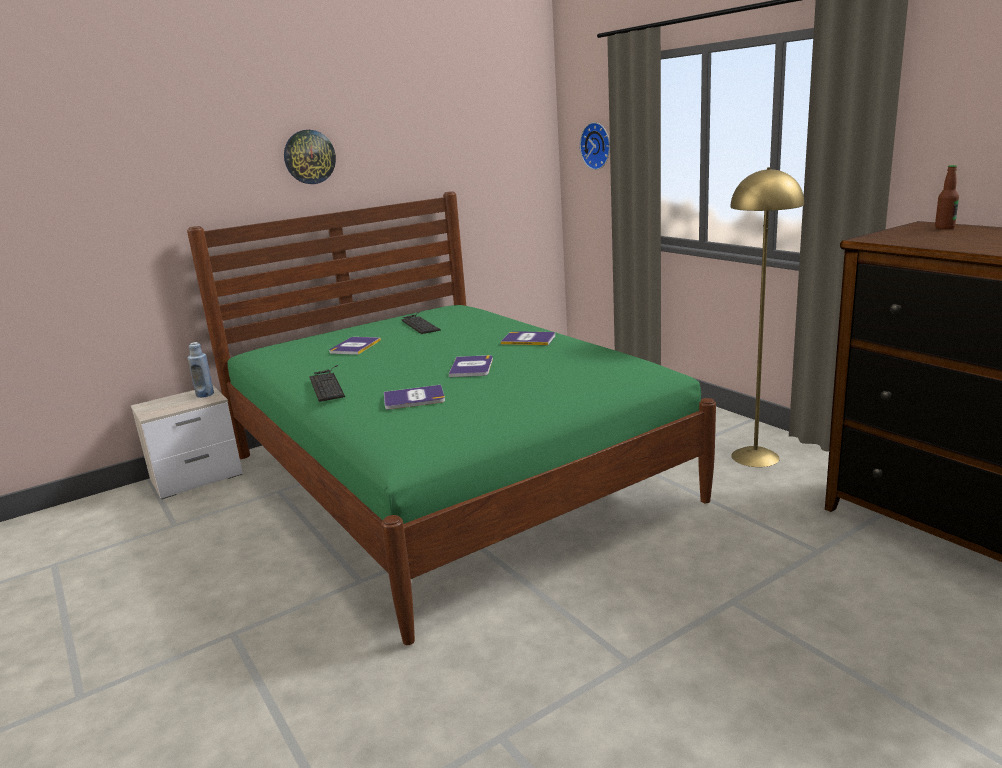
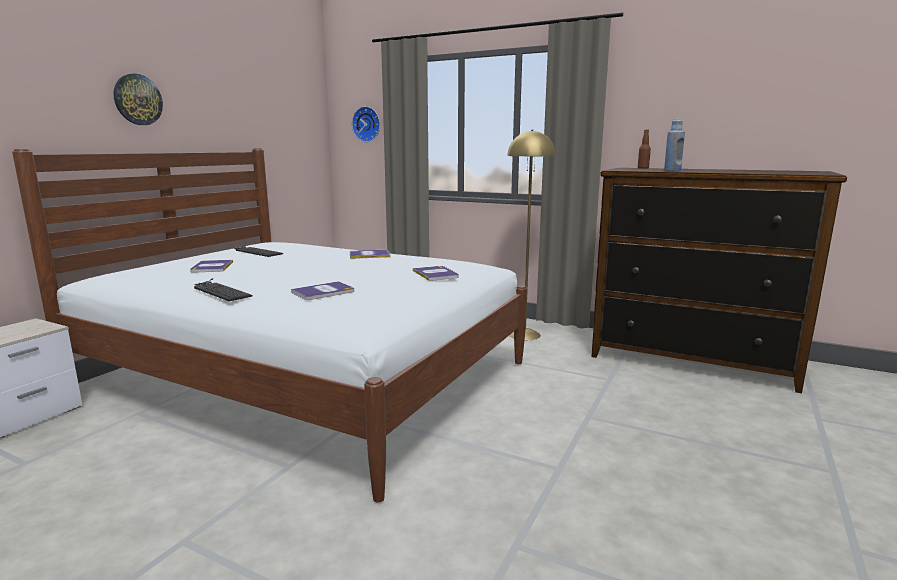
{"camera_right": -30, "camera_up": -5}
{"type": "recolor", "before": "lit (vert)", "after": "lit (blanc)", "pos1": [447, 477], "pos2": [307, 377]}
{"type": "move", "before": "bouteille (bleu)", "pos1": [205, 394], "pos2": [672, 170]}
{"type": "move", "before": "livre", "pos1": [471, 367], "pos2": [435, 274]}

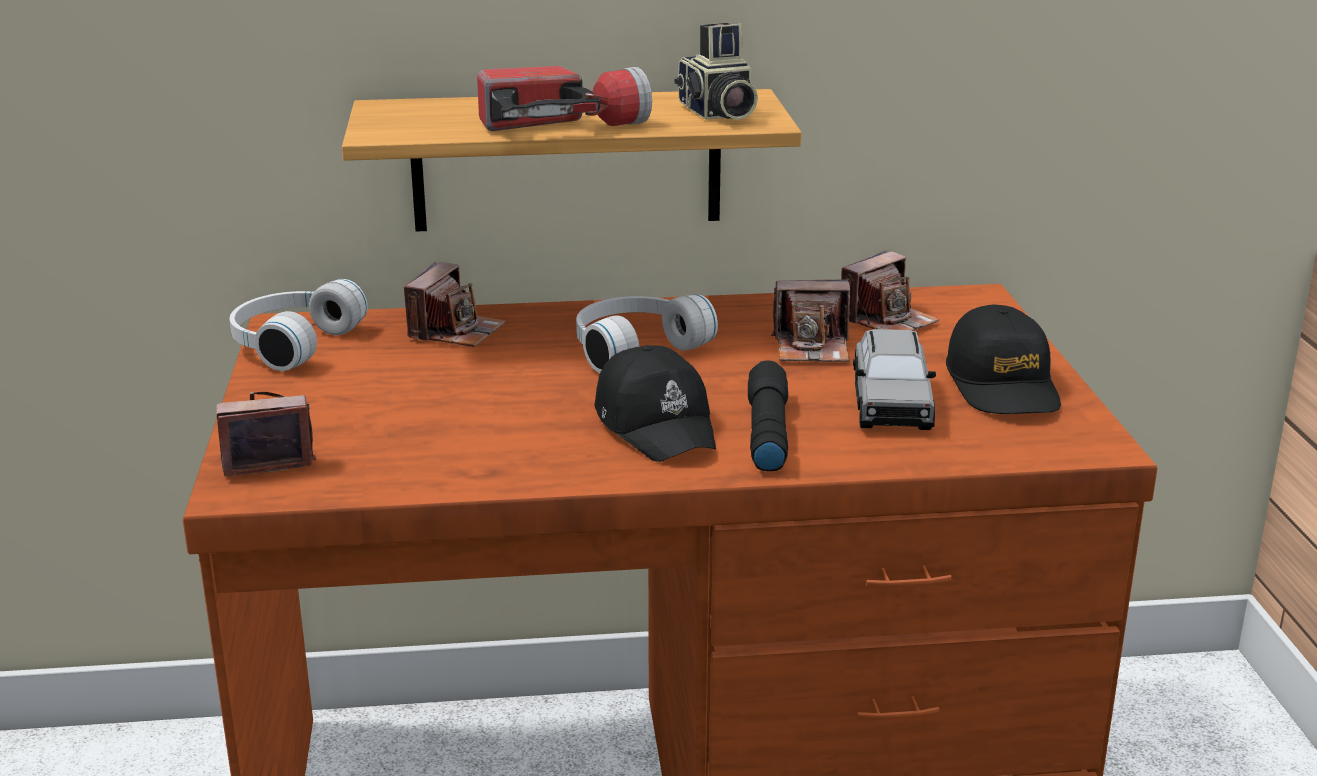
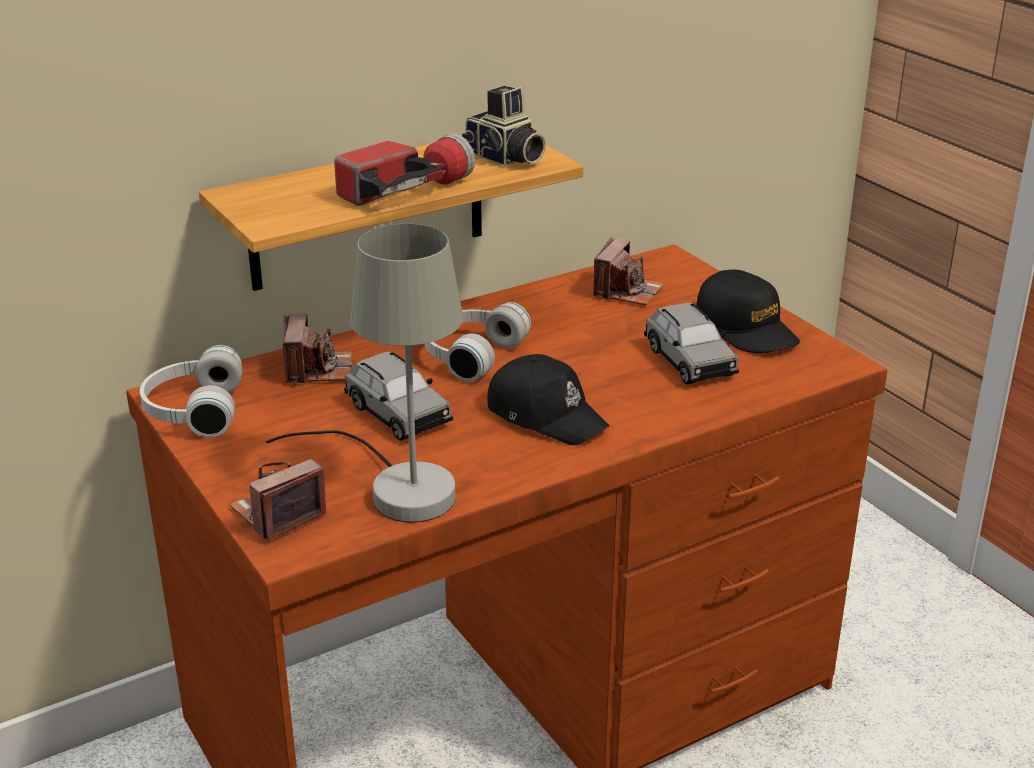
{"camera_right": -25, "camera_up": 5}
{"type": "delete", "before": "appareil photo", "pos1": [812, 348]}
{"type": "delete", "before": "lampe de poche (noir)", "pos1": [766, 432]}
{"type": "insert", "after": "lampe de table (gris)", "pos2": [397, 487]}
{"type": "insert", "after": "petite voiture (gris)", "pos2": [398, 414]}

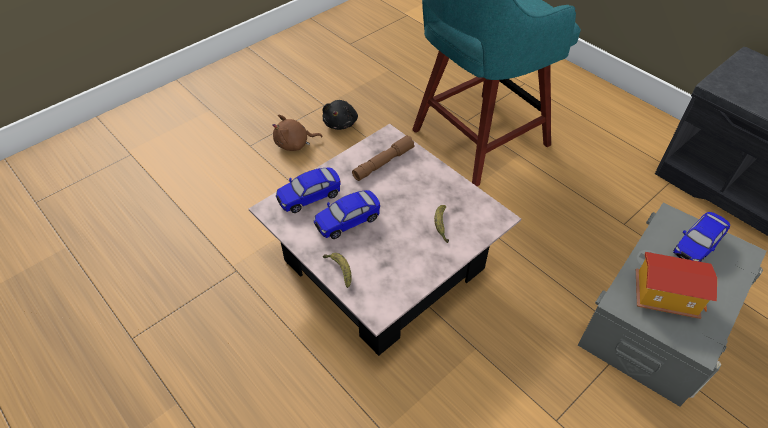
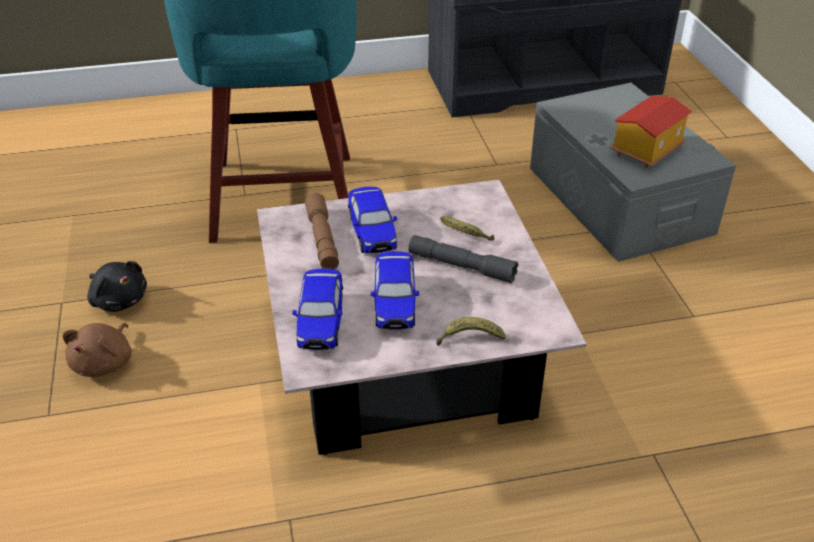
{"camera_right": -60, "camera_up": -10}
{"type": "move", "before": "petite voiture", "pos1": [696, 246], "pos2": [372, 233]}
{"type": "insert", "after": "lampe de poche (gris)", "pos2": [461, 266]}

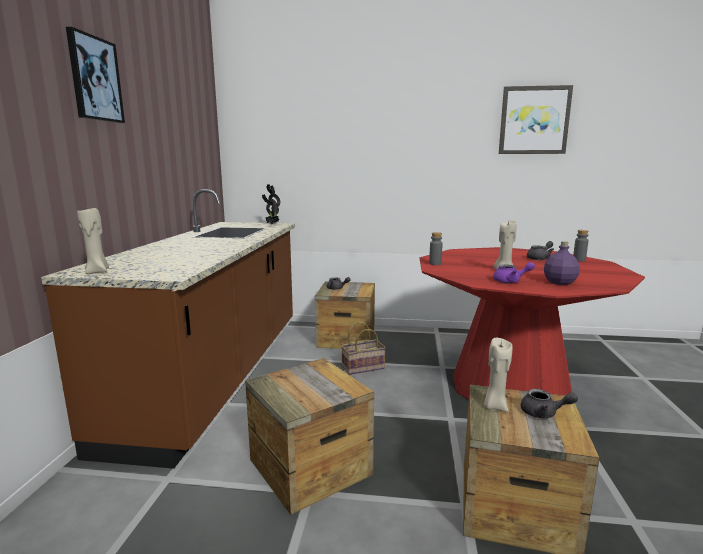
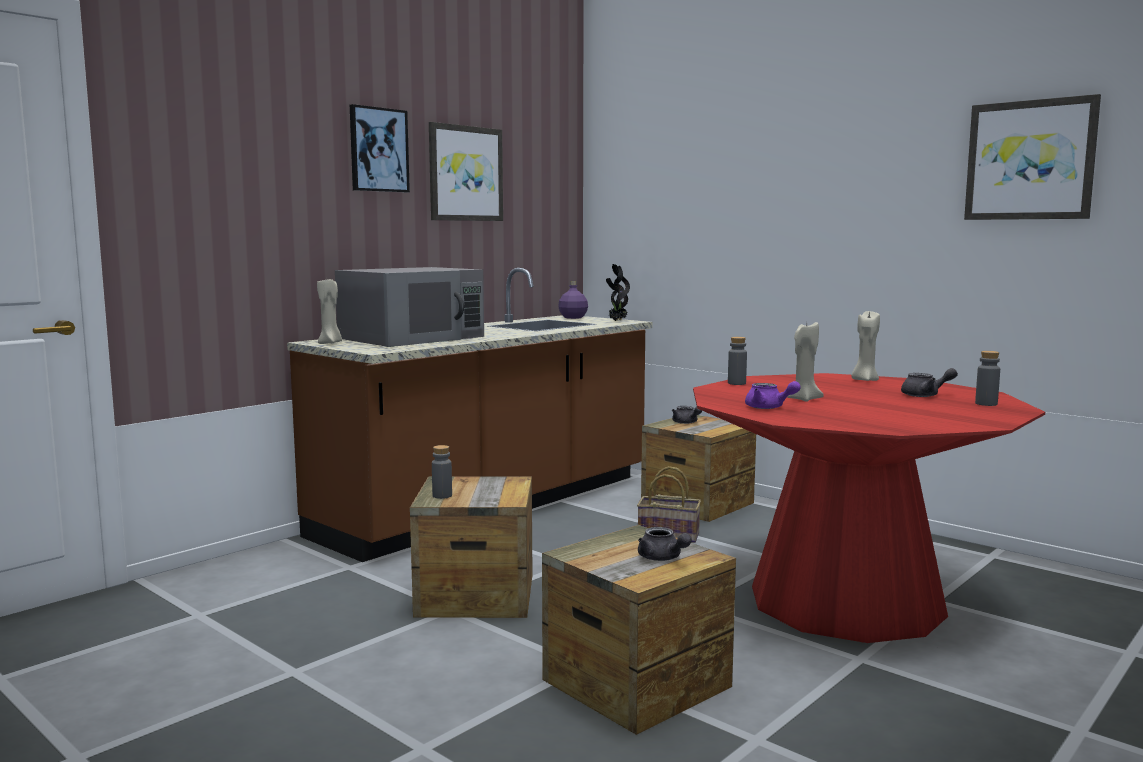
{"camera_right": 35, "camera_up": -5}
{"type": "move", "before": "bouteille (violet)", "pos1": [559, 282], "pos2": [572, 317]}
{"type": "move", "before": "bougie (beige)", "pos1": [494, 406], "pos2": [864, 380]}
{"type": "insert", "after": "tableau", "pos2": [465, 173]}
{"type": "insert", "after": "micro-ondes (gris)", "pos2": [413, 337]}
{"type": "insert", "after": "bouteille (gris)", "pos2": [442, 496]}

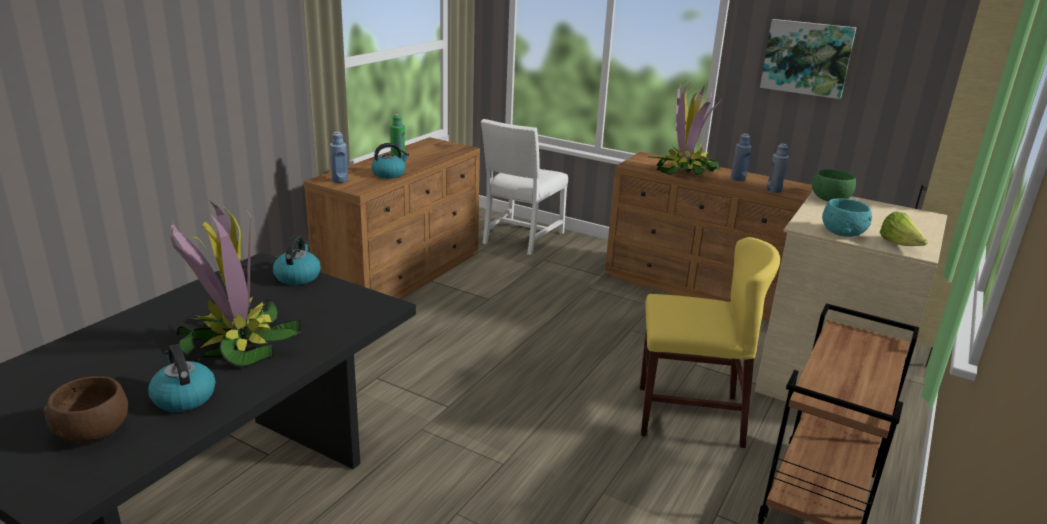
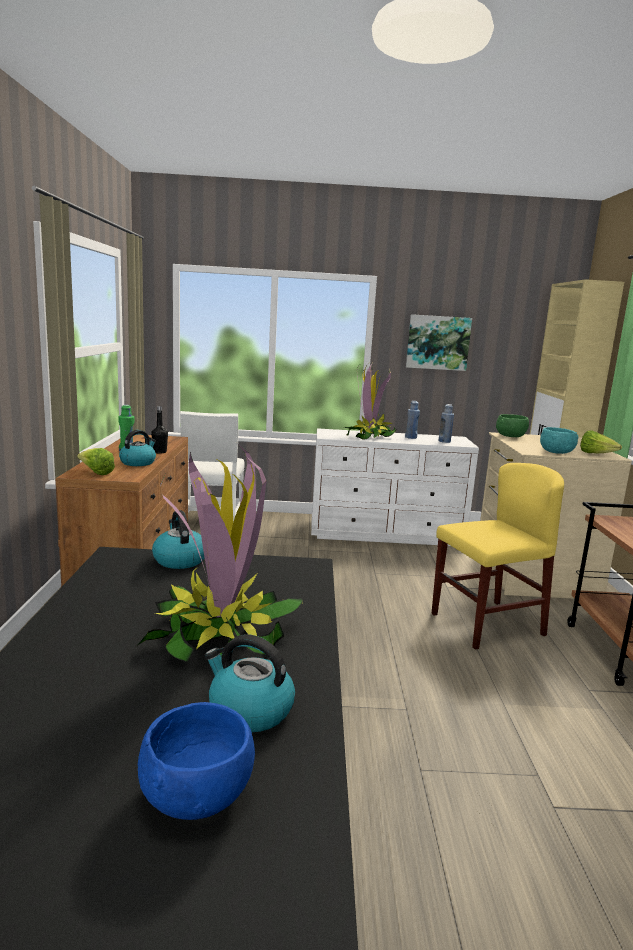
{"camera_right": -30, "camera_up": -10}
{"type": "replace", "before": "bouteille (bleu)", "after": "laitue", "pos1": [340, 180], "pos2": [96, 473]}
{"type": "recolor", "before": "commode (marron)", "after": "commode (blanc)", "pos1": [700, 288], "pos2": [387, 533]}
{"type": "recolor", "before": "bol (marron)", "after": "bol (bleu)", "pos1": [92, 432], "pos2": [197, 796]}
{"type": "insert", "after": "bouteille (noir)", "pos2": [159, 452]}

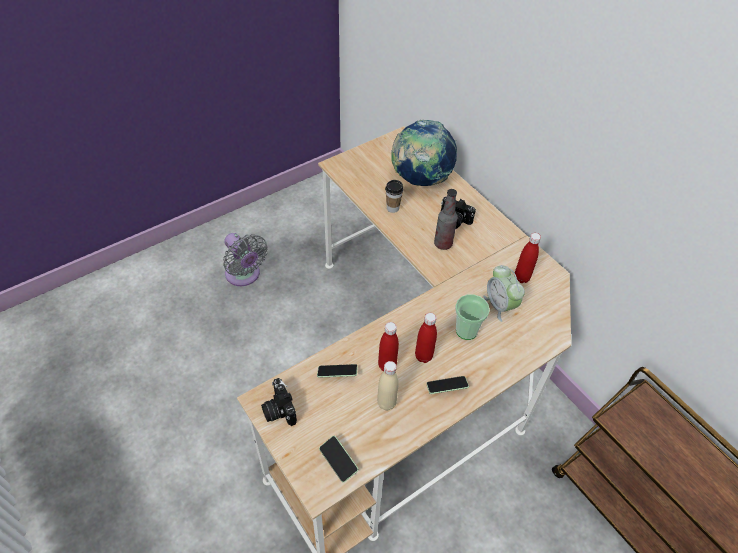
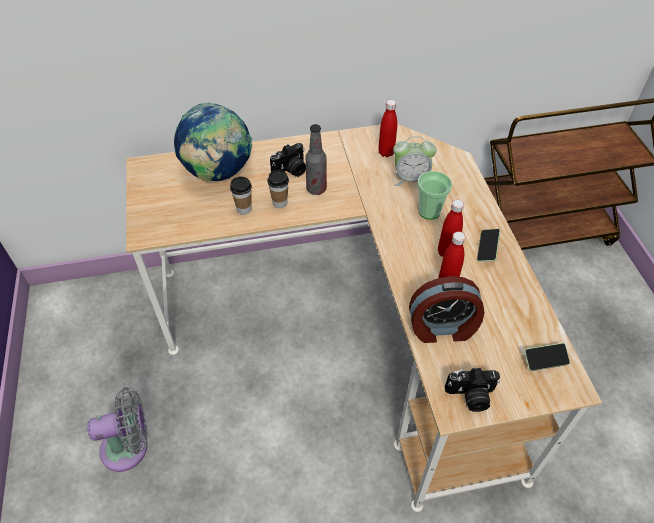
{"camera_right": -65, "camera_up": 0}
{"type": "delete", "before": "bouteille (beige)", "pos1": [386, 403]}
{"type": "replace", "before": "téléphone", "after": "réveil", "pos1": [337, 373], "pos2": [442, 328]}
{"type": "insert", "after": "tasse", "pos2": [280, 203]}

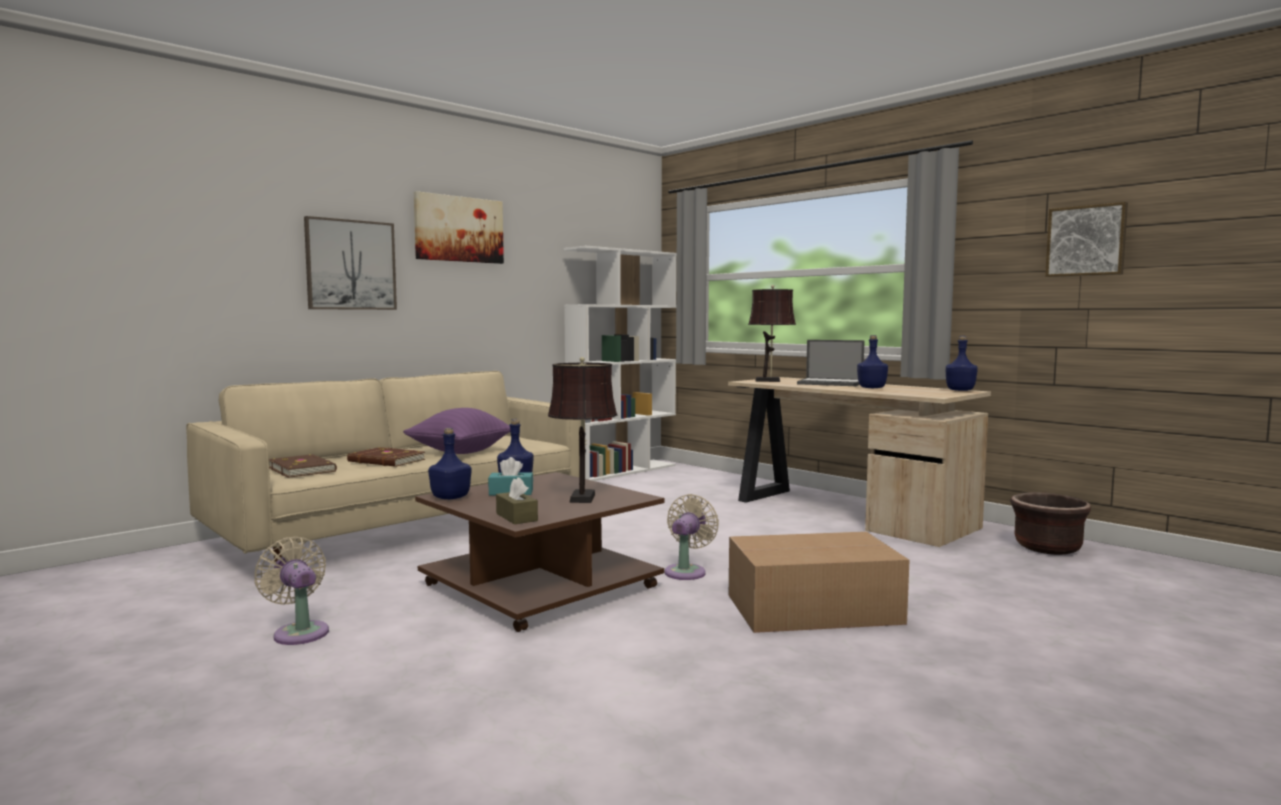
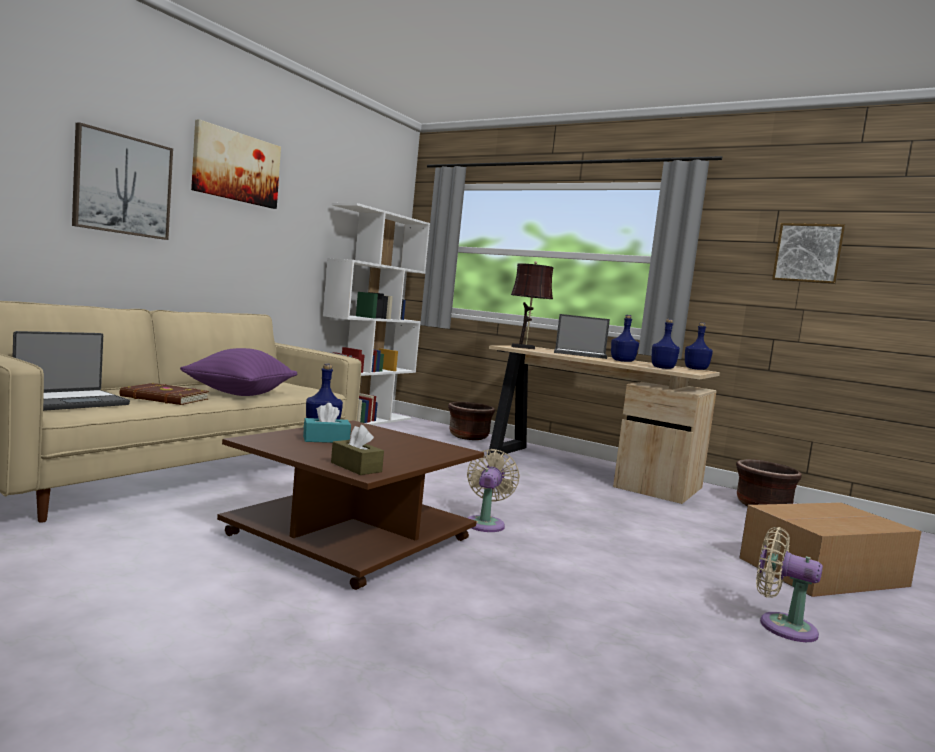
{"camera_right": -15, "camera_up": 0}
{"type": "delete", "before": "lampe de table (marron)", "pos1": [583, 497]}
{"type": "move", "before": "bouteille (bleu)", "pos1": [451, 497], "pos2": [662, 368]}
{"type": "replace", "before": "livre (marron)", "after": "ordinateur portable", "pos1": [303, 469], "pos2": [71, 402]}
{"type": "move", "before": "carton", "pos1": [816, 609], "pos2": [825, 572]}
{"type": "move", "before": "ventilateur (beige)", "pos1": [299, 632], "pos2": [781, 626]}
{"type": "insert", "after": "cache-pot (marron)", "pos2": [468, 436]}

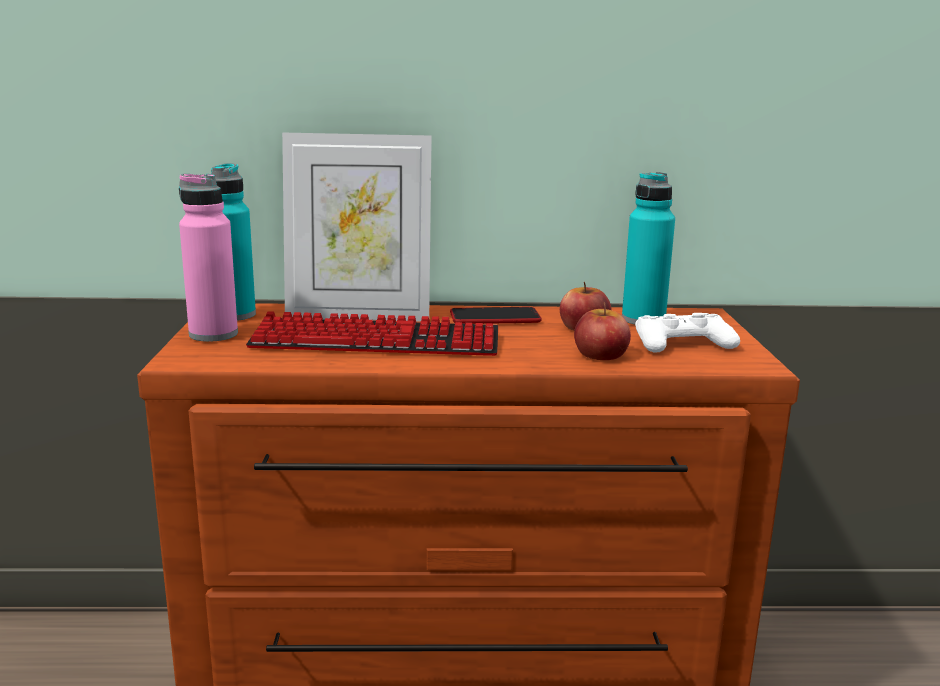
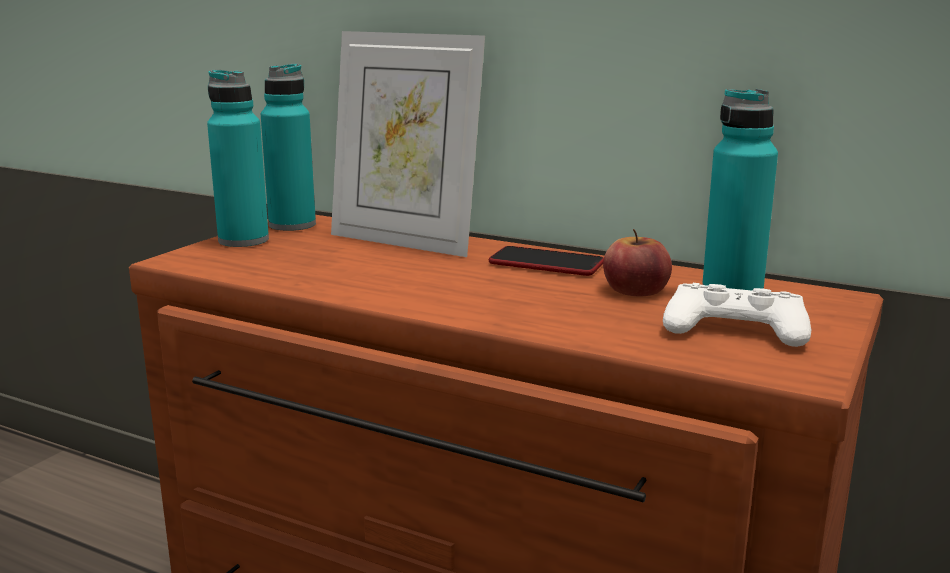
{"camera_right": 30, "camera_up": 0}
{"type": "recolor", "before": "bouteille (rose)", "after": "bouteille (turquoise)", "pos1": [213, 334], "pos2": [243, 240]}
{"type": "delete", "before": "pomme", "pos1": [600, 354]}
{"type": "delete", "before": "clavier", "pos1": [376, 342]}

